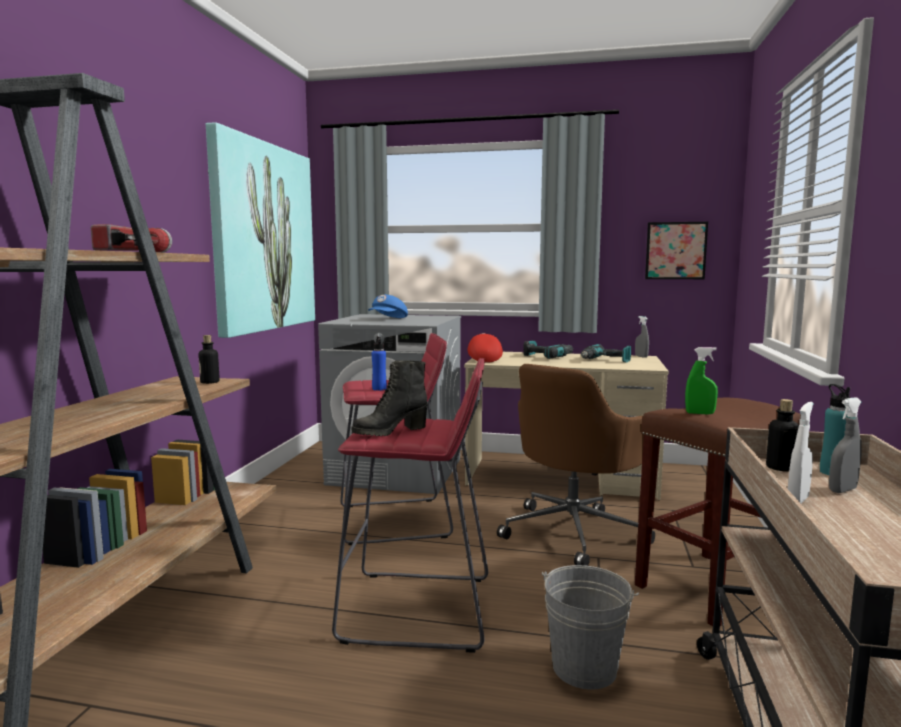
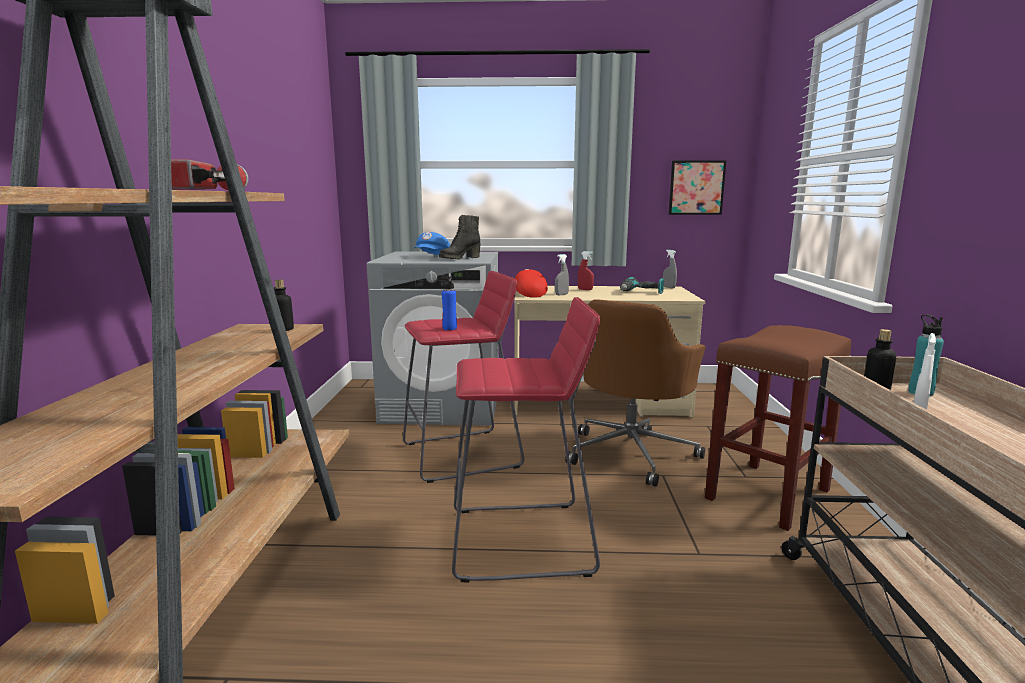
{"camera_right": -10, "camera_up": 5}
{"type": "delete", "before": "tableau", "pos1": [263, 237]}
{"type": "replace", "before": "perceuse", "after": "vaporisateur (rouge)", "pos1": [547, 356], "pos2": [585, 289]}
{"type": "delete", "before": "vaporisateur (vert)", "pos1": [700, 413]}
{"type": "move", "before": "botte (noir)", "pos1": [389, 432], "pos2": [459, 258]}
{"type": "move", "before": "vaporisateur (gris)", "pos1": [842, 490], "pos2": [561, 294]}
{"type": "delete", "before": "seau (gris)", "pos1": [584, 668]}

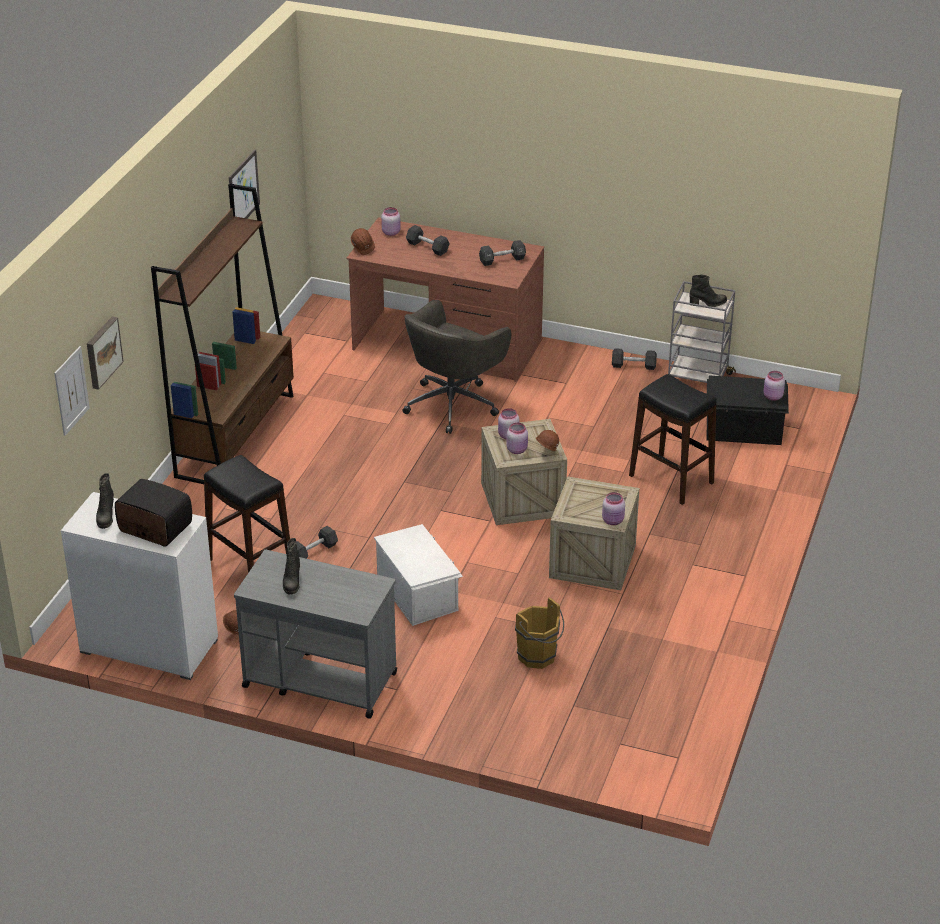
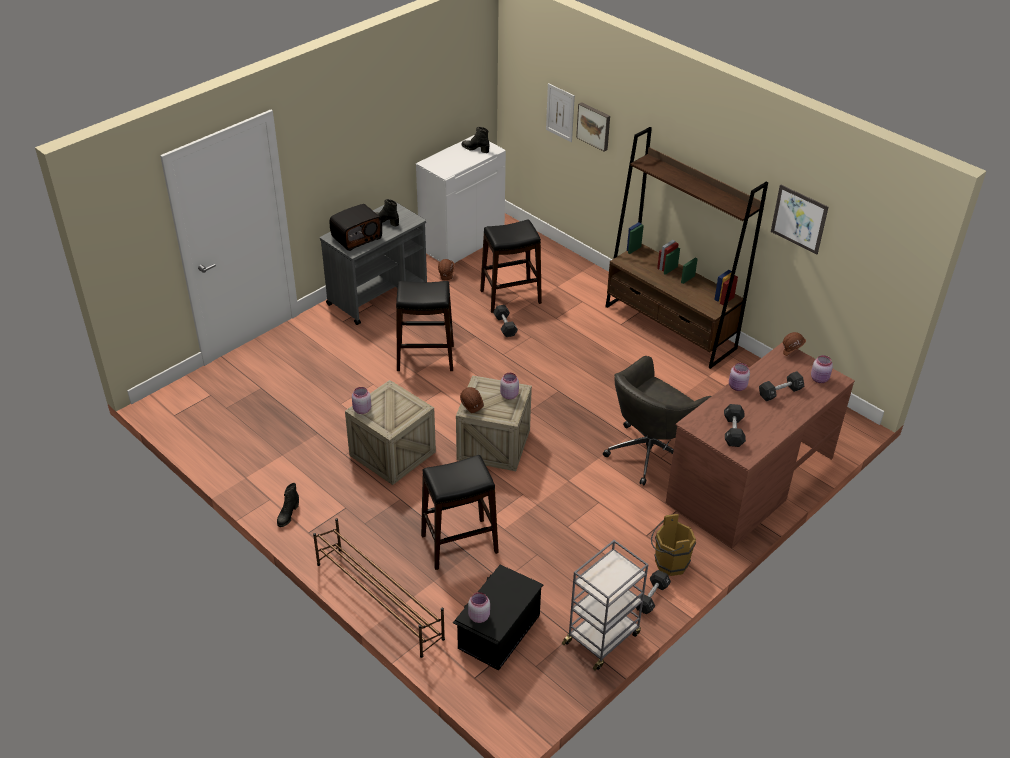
{"camera_right": 115, "camera_up": 5}
{"type": "move", "before": "botte (noir)", "pos1": [708, 304], "pos2": [288, 515]}
{"type": "rotate", "before": "chaise de bureau (gris)", "pos1": [453, 404], "pos2": [650, 452], "turn": -105}
{"type": "move", "before": "bocal (rose)", "pos1": [517, 450], "pos2": [737, 387]}
{"type": "move", "before": "radio", "pos1": [154, 528], "pos2": [356, 237]}
{"type": "replace", "before": "boîte de rangement (blanc)", "after": "tabouret (noir)", "pos1": [418, 593], "pos2": [425, 358]}
{"type": "move", "before": "seau (marron)", "pos1": [538, 658], "pos2": [668, 563]}
{"type": "insert", "after": "étagère à chaussures (marron)", "pos2": [379, 600]}

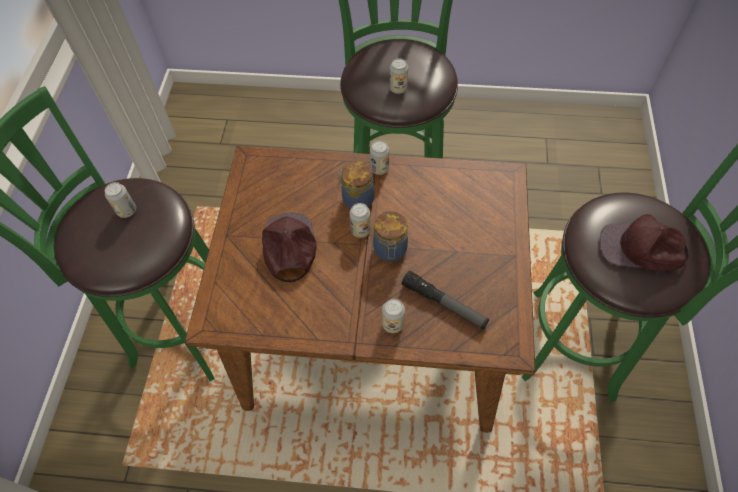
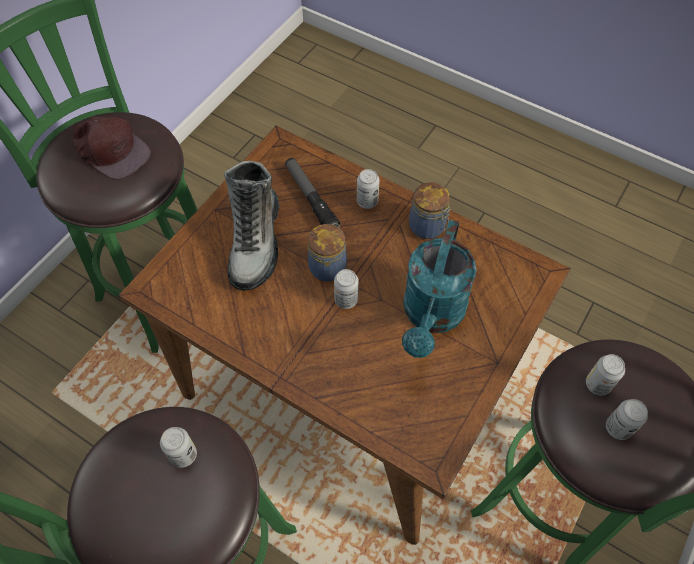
{"camera_right": -155, "camera_up": 0}
{"type": "move", "before": "boîte métallique", "pos1": [379, 168], "pos2": [597, 384]}
{"type": "move", "before": "bocal", "pos1": [356, 199], "pos2": [428, 227]}
{"type": "replace", "before": "casquette (marron)", "after": "arrosoir (turquoise)", "pos1": [289, 247], "pos2": [432, 316]}
{"type": "insert", "after": "botte", "pos2": [256, 243]}

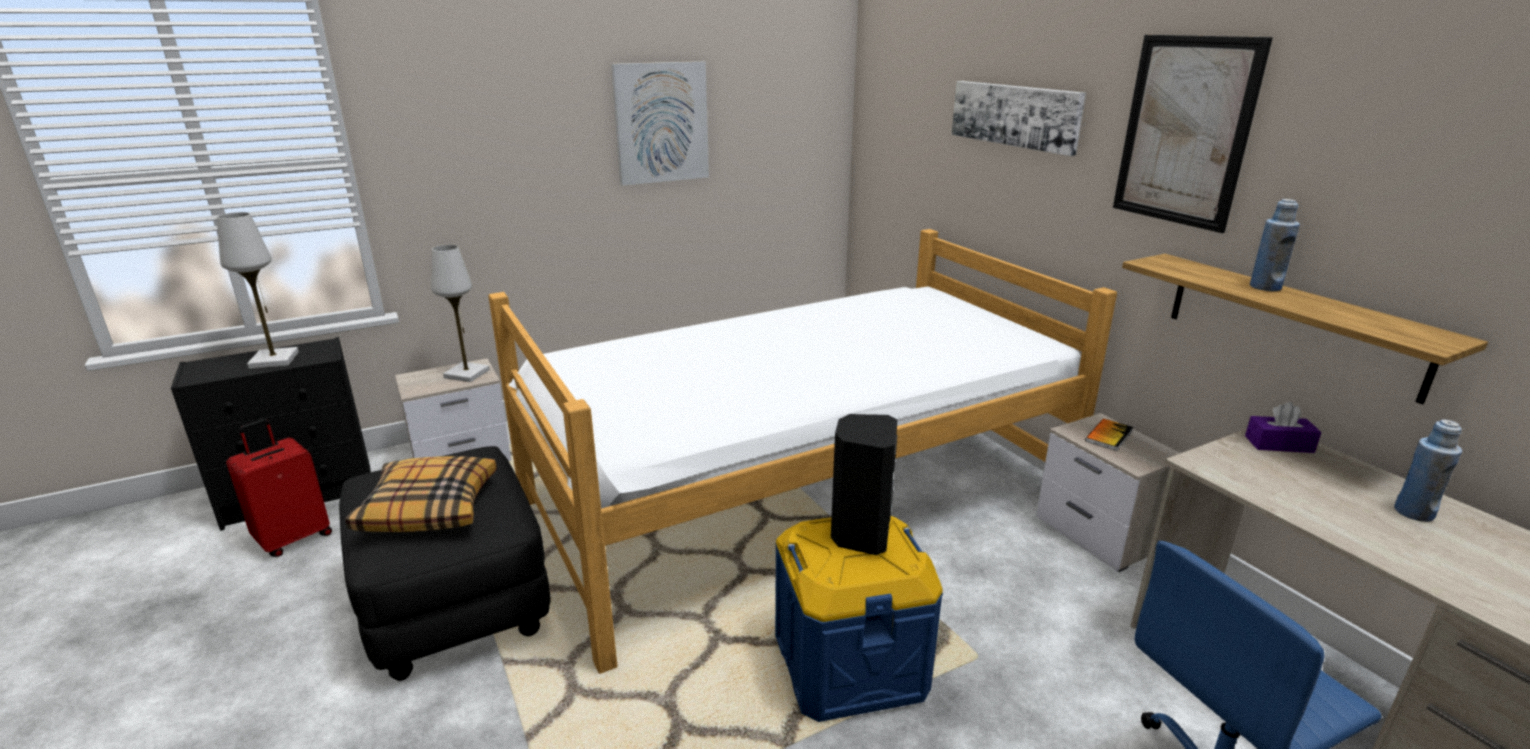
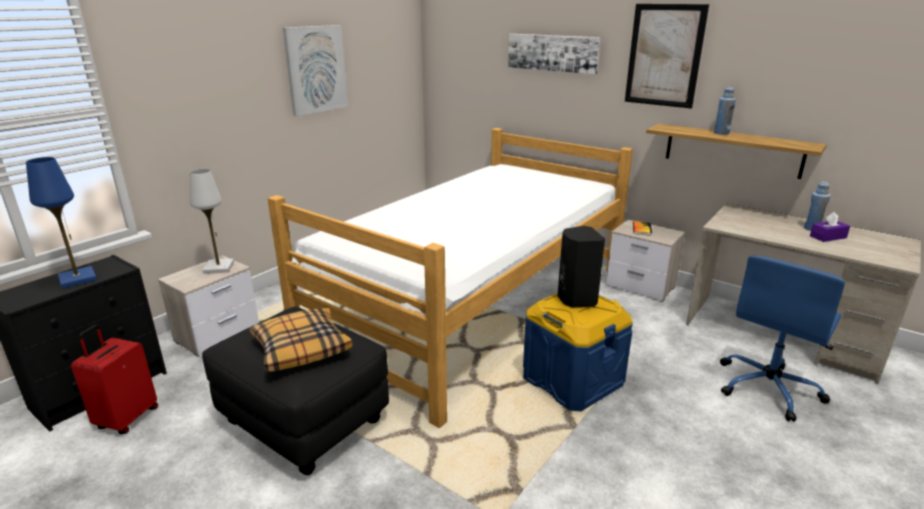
{"camera_right": -25, "camera_up": 0}
{"type": "recolor", "before": "lampe de table (blanc)", "after": "lampe de table (bleu)", "pos1": [274, 360], "pos2": [78, 279]}
{"type": "move", "before": "boîte à mouchoirs (violet)", "pos1": [1279, 444], "pos2": [828, 237]}

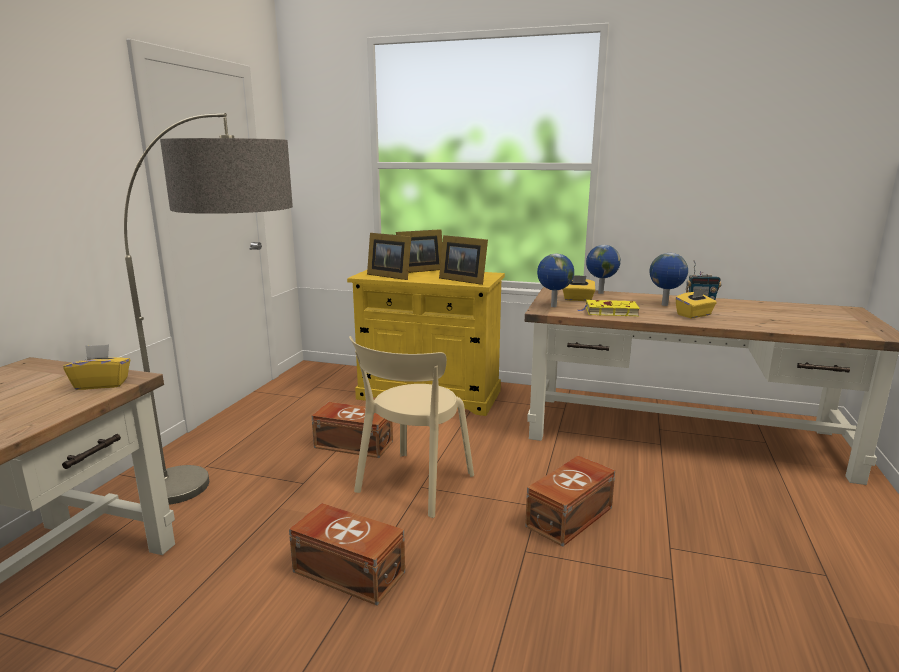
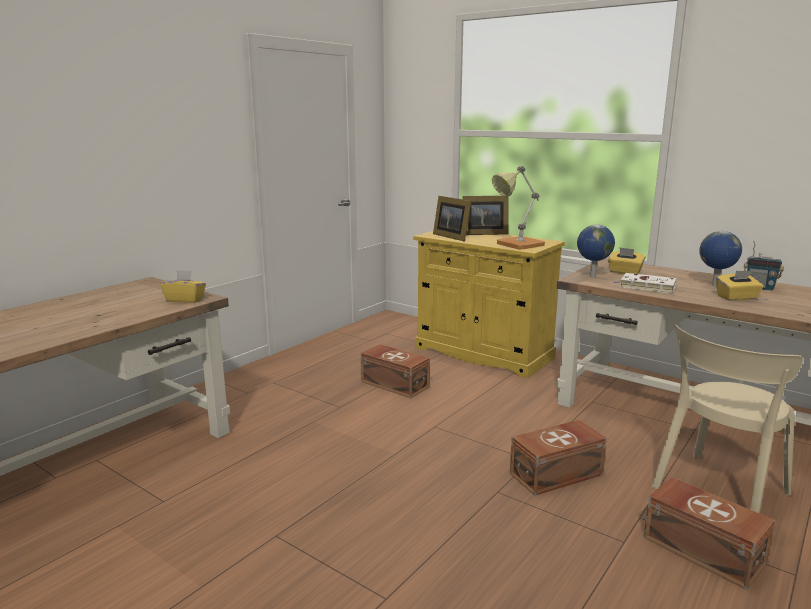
{"camera_right": 20, "camera_up": 0}
{"type": "delete", "before": "lampadaire", "pos1": [235, 504]}
{"type": "replace", "before": "cadre photo", "after": "lampe de table", "pos1": [462, 280], "pos2": [516, 245]}
{"type": "delete", "before": "globe", "pos1": [600, 293]}
{"type": "recolor", "before": "livre (jaune)", "after": "livre (blanc)", "pos1": [609, 312], "pos2": [645, 286]}
{"type": "move", "before": "chaise (beige)", "pos1": [412, 486], "pos2": [717, 493]}
{"type": "move", "before": "boîte de rangement (marron)", "pos1": [348, 570], "pos2": [702, 549]}

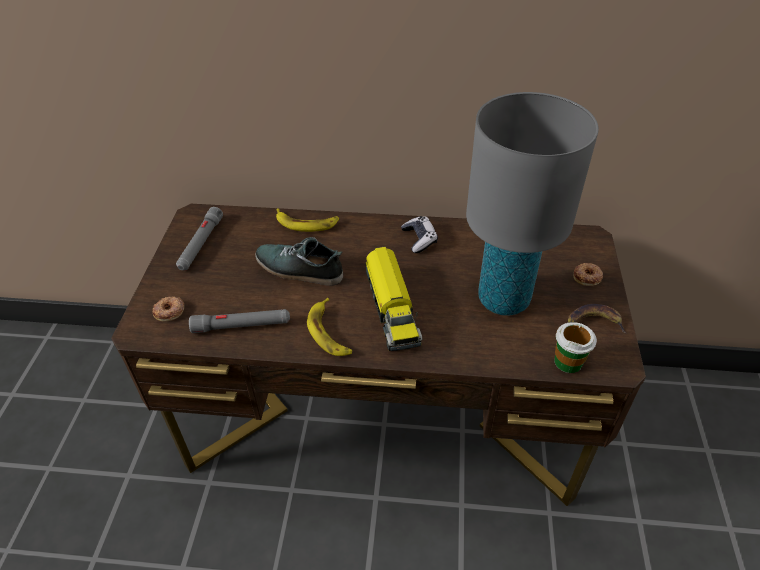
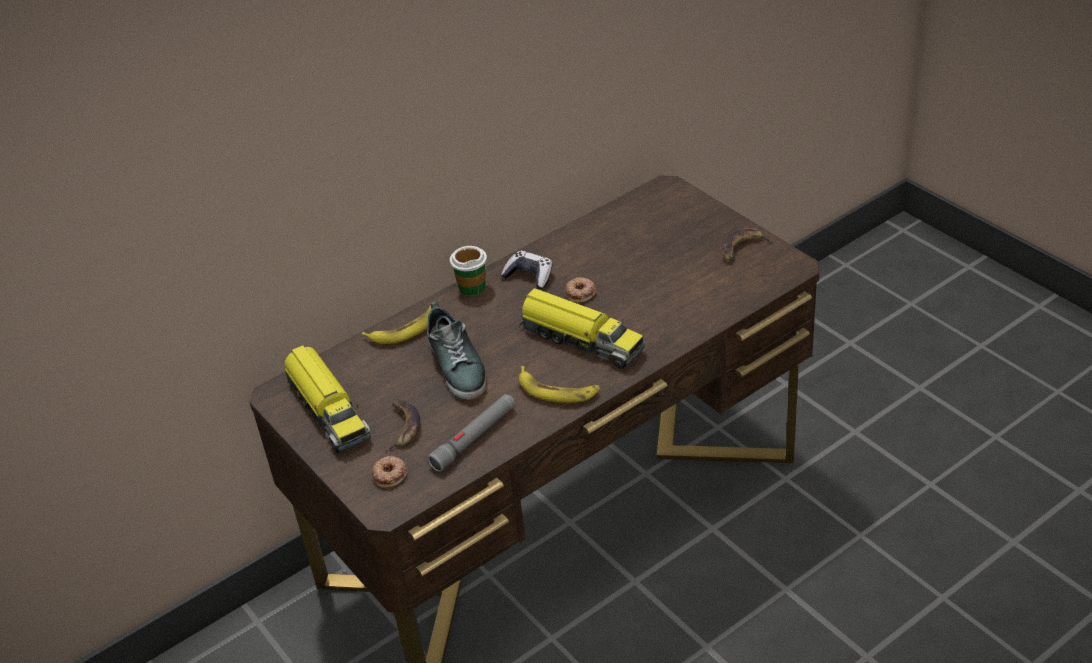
{"camera_right": -40, "camera_up": -5}
{"type": "delete", "before": "lampe de table (gris)", "pos1": [503, 299]}
{"type": "replace", "before": "lampe de poche (gris)", "after": "camion jouet", "pos1": [201, 244], "pos2": [328, 410]}
{"type": "rotate", "before": "chaussure", "pos1": [299, 269], "pos2": [458, 366], "turn": -90}
{"type": "move", "before": "beignet", "pos1": [587, 277], "pos2": [580, 292]}
{"type": "move", "before": "tasse", "pos1": [568, 361], "pos2": [472, 287]}
{"type": "insert", "after": "banane", "pos2": [403, 427]}

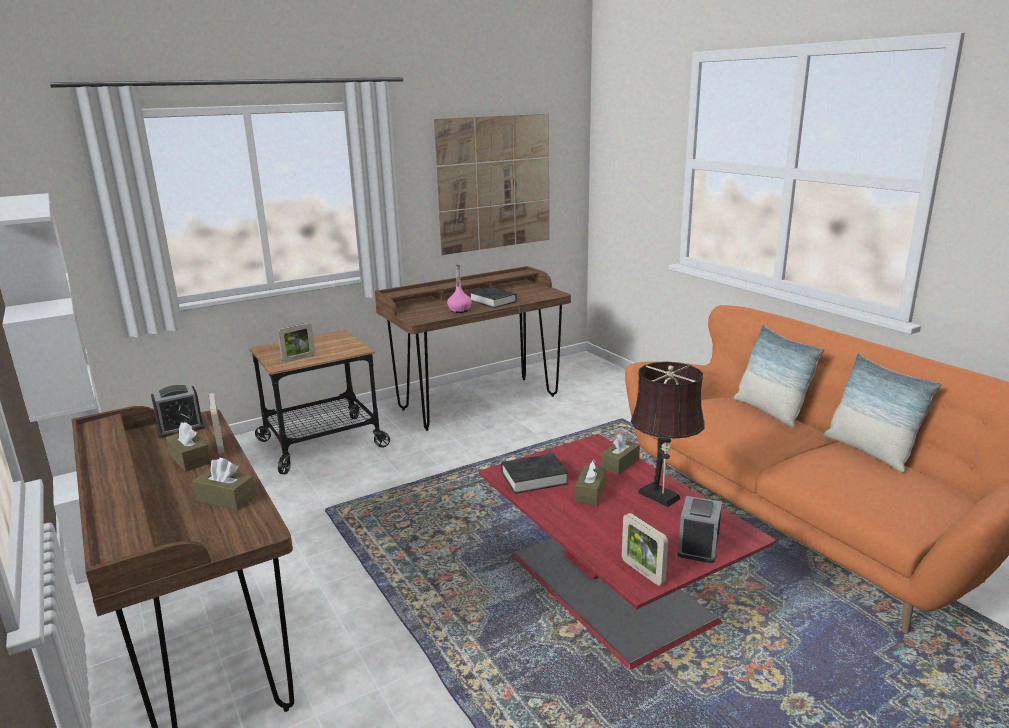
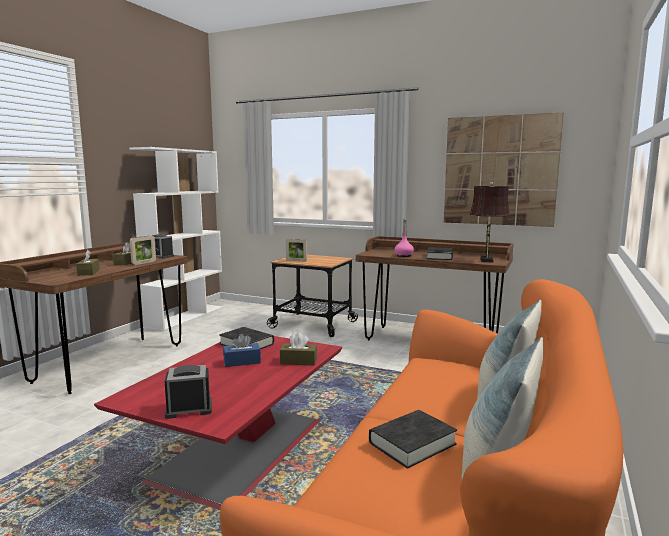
{"camera_right": 55, "camera_up": -10}
{"type": "move", "before": "lampe de table (marron)", "pos1": [662, 497], "pos2": [486, 260]}
{"type": "recolor", "before": "boîte à mouchoirs (marron)", "after": "boîte à mouchoirs (bleu)", "pos1": [590, 493], "pos2": [242, 361]}
{"type": "delete", "before": "cadre photo", "pos1": [642, 572]}
{"type": "insert", "after": "livre (noir)", "pos2": [412, 443]}

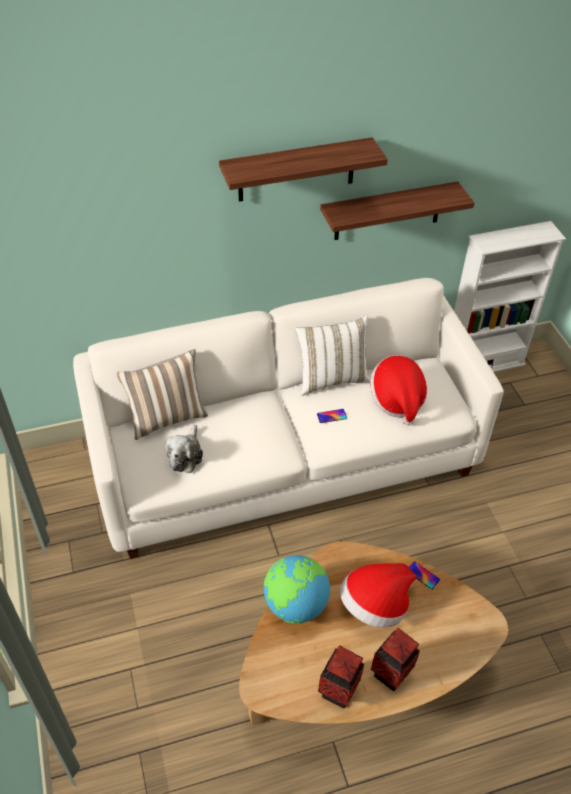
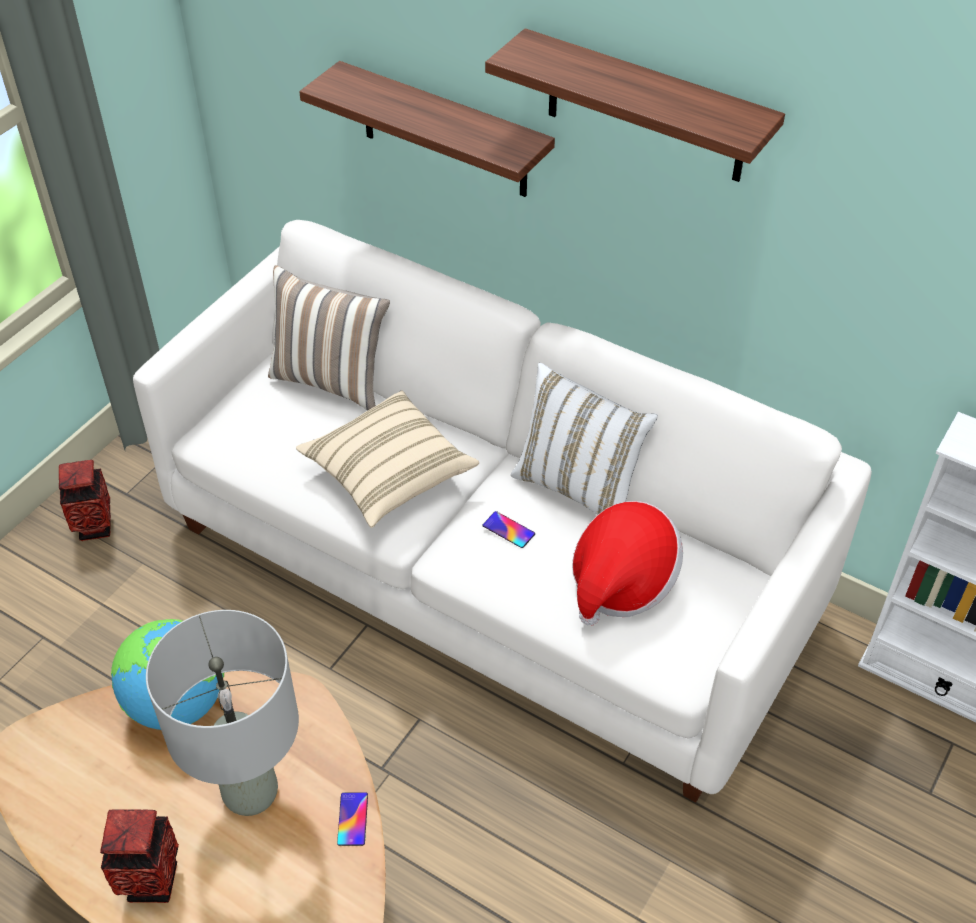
{"camera_right": 50, "camera_up": 0}
{"type": "move", "before": "étagère", "pos1": [388, 211], "pos2": [444, 131]}
{"type": "delete", "before": "peluche", "pos1": [186, 455]}
{"type": "replace", "before": "chapeau", "after": "lampe de table (gris)", "pos1": [375, 606], "pos2": [251, 793]}
{"type": "move", "before": "vase", "pos1": [338, 692], "pos2": [95, 528]}
{"type": "insert", "after": "coussin (beige)", "pos2": [388, 474]}

